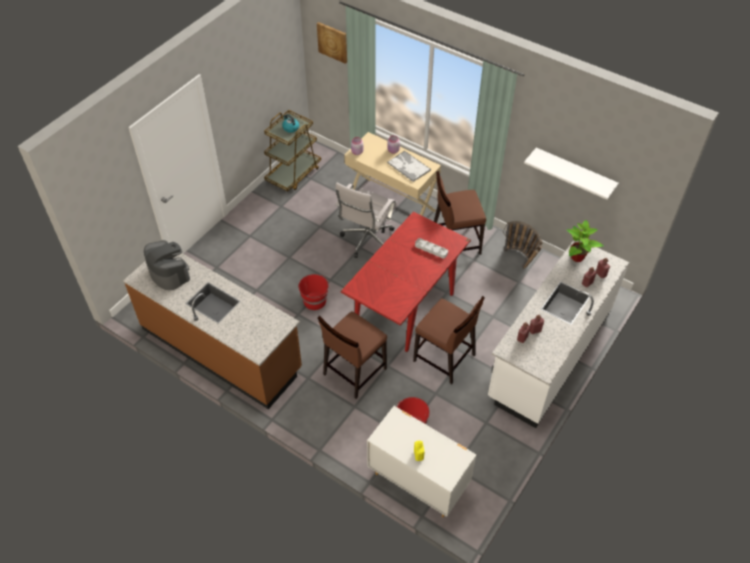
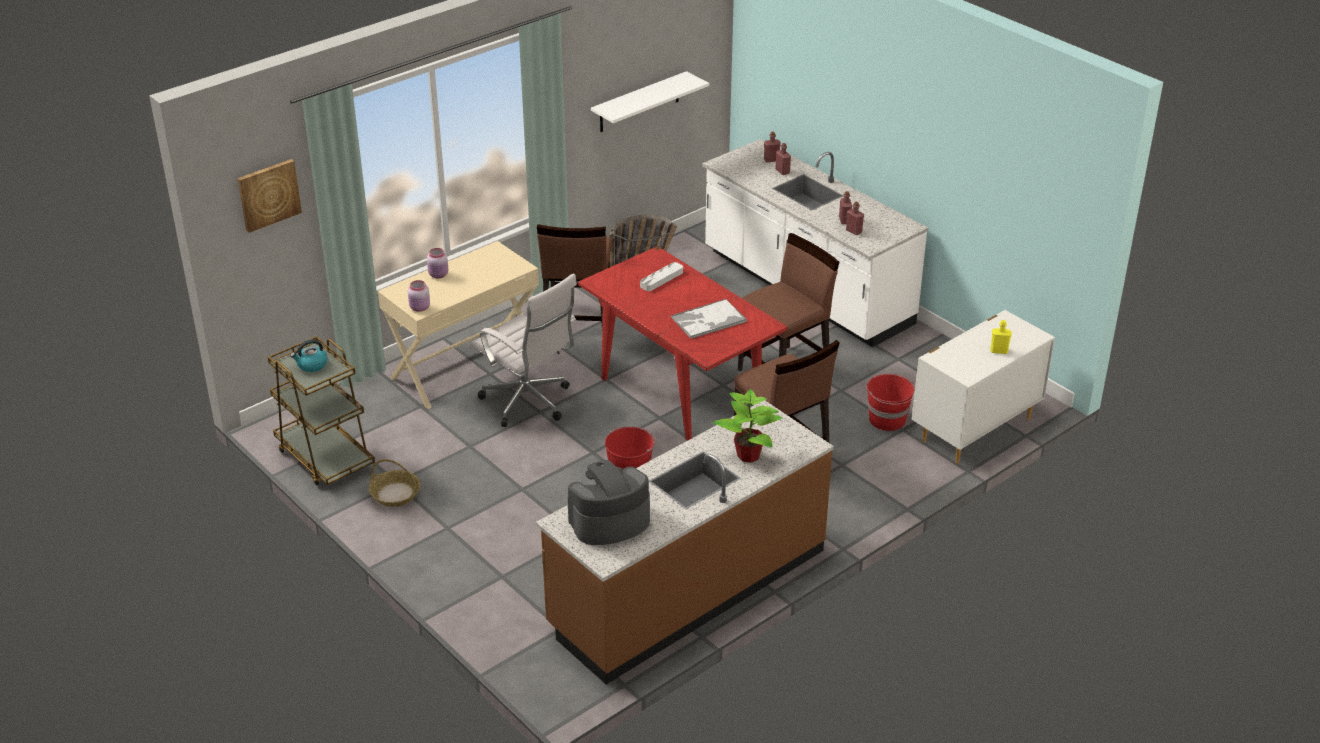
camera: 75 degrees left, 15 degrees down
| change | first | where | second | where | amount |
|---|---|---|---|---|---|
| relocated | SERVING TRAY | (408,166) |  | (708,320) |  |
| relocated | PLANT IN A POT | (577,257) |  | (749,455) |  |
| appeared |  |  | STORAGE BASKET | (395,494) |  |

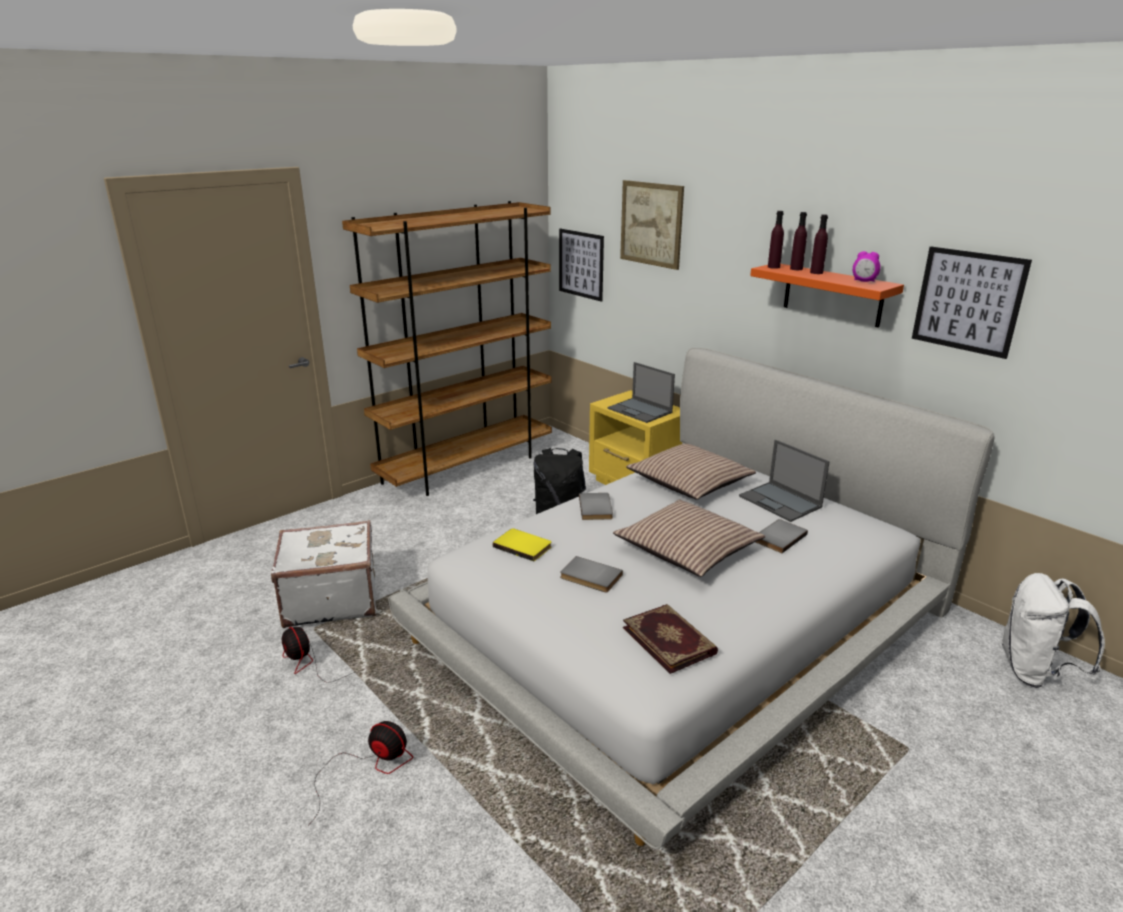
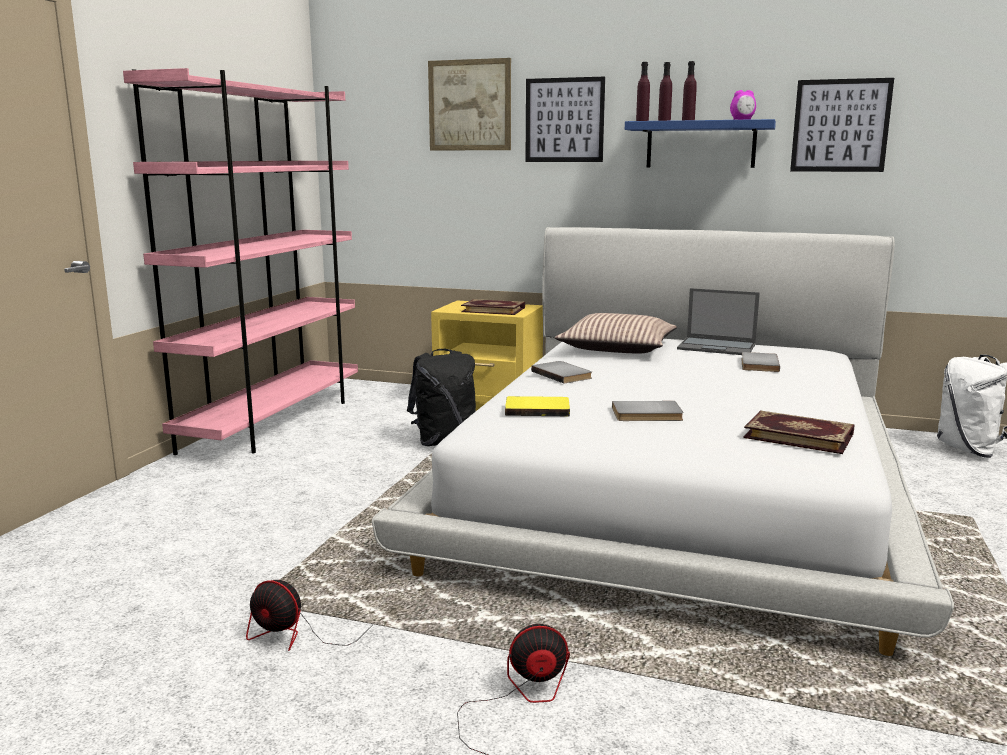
camera: 30 degrees left, 10 degrees down
| change | first | where | second | where | amount |
|---|---|---|---|---|---|
| colour | BROWN-COLOURED BOOKSHELF | (467,467) | PINK BOOKSHELF | (274,422) |  |
| relocated | WALL ART | (581,264) |  | (564,120) |  |
| colour | ORANGE-COLOURED WALL SHELF | (832,295) | BLUE-COLOURED WALL SHELF | (700,144) |  |
| exchanged | LAPTOP | (640,410) | BOOK | (493,309) |  |
| missing | CUSHION | (687,549) |  |  |  |
| missing | WHITE-COLOURED SUITCASE | (330,599) |  |  |  |

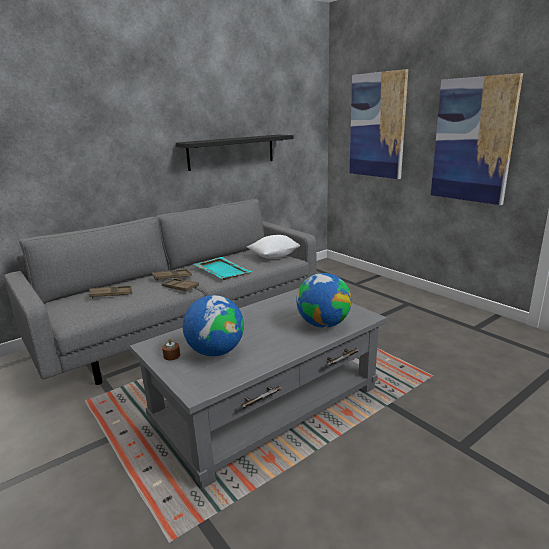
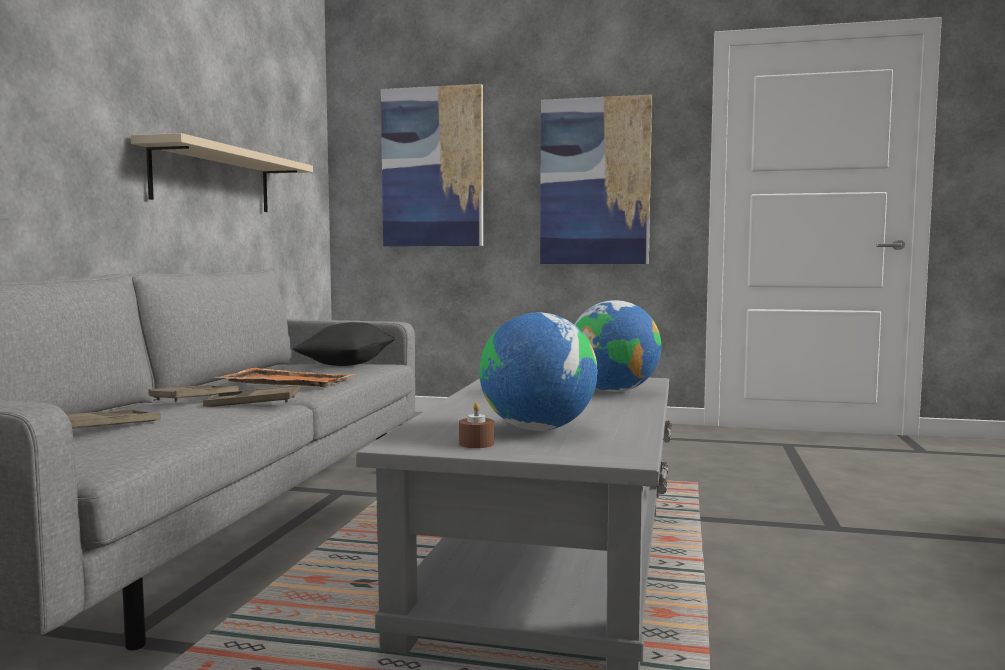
camera: 40 degrees left, 15 degrees down
| change | first | where | second | where | amount |
|---|---|---|---|---|---|
| colour | BLACK-COLOURED WALL SHELF | (231,152) | SAND-COLOURED WALL SHELF | (213,179) |  |
| colour | WHITE-COLOURED CUSHION | (274,256) | BLACK-COLOURED CUSHION | (346,364) |  |
| colour | TURQUOISE-COLOURED SERVING TRAY | (221,270) | ORANGE-COLOURED SERVING TRAY | (286,381) |  |

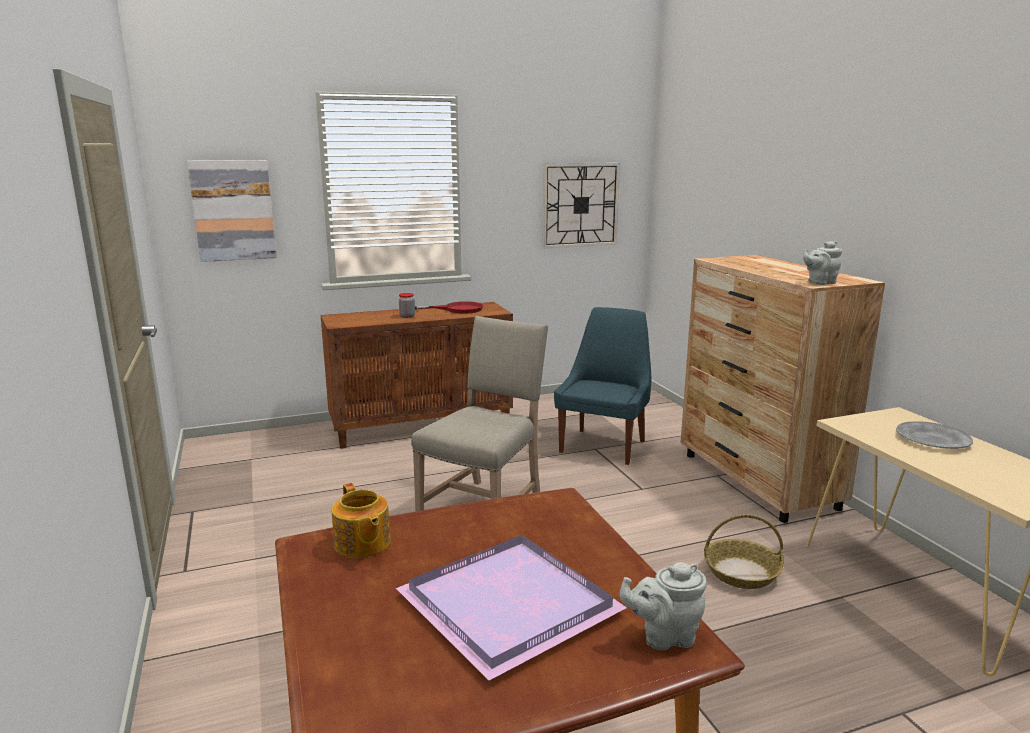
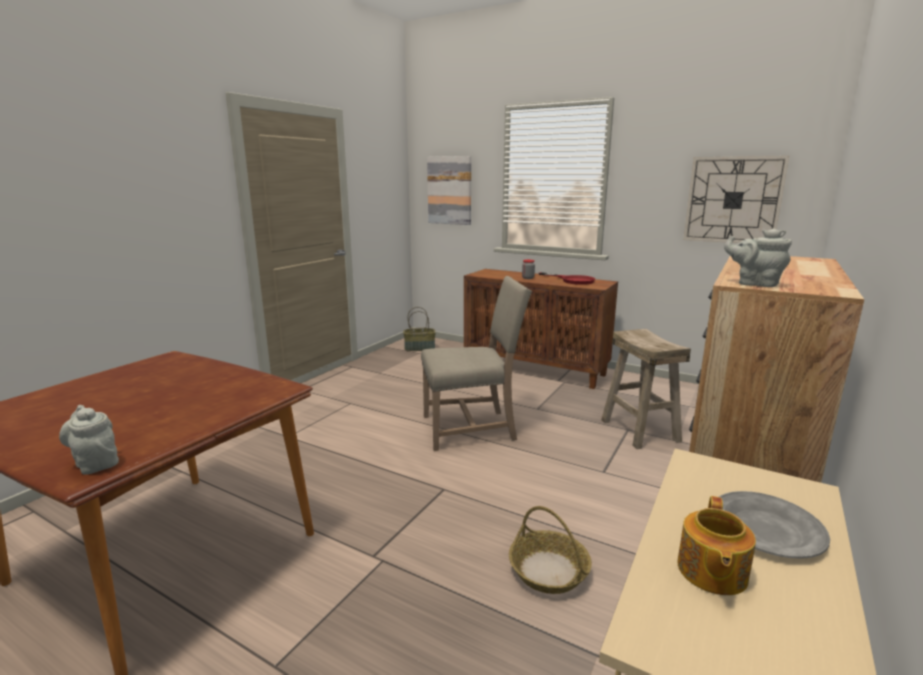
camera: 50 degrees right, 0 degrees up
| change | first | where | second | where | amount |
|---|---|---|---|---|---|
| exchanged | BLUE-COLOURED UPRIGHT CHAIR | (604,445) | SAND-COLOURED STOOL | (640,430) |  |
| relocated | POT FOR TEA | (362,544) |  | (710,572) |  |
| missing | PURPLE SERVING TRAY | (509,602) |  |  |  |
| appeared |  |  | STORAGE BASKET | (420,348) |  |

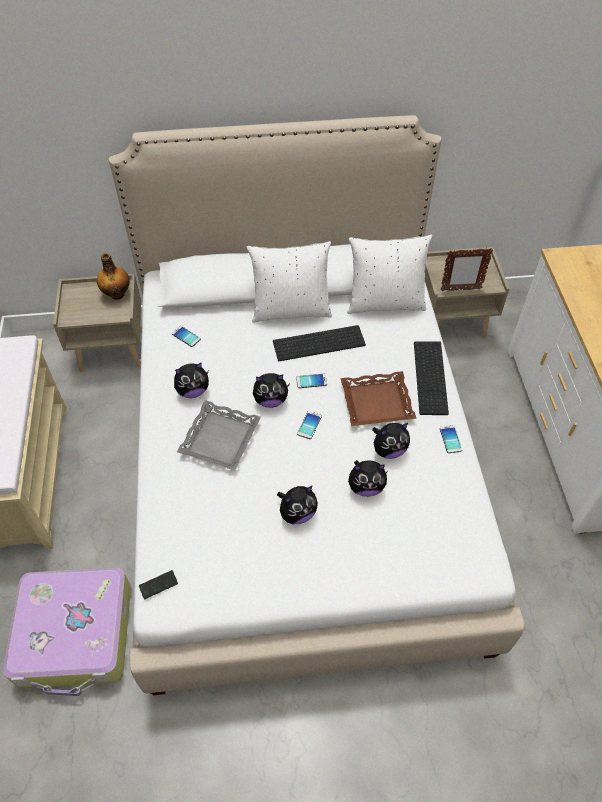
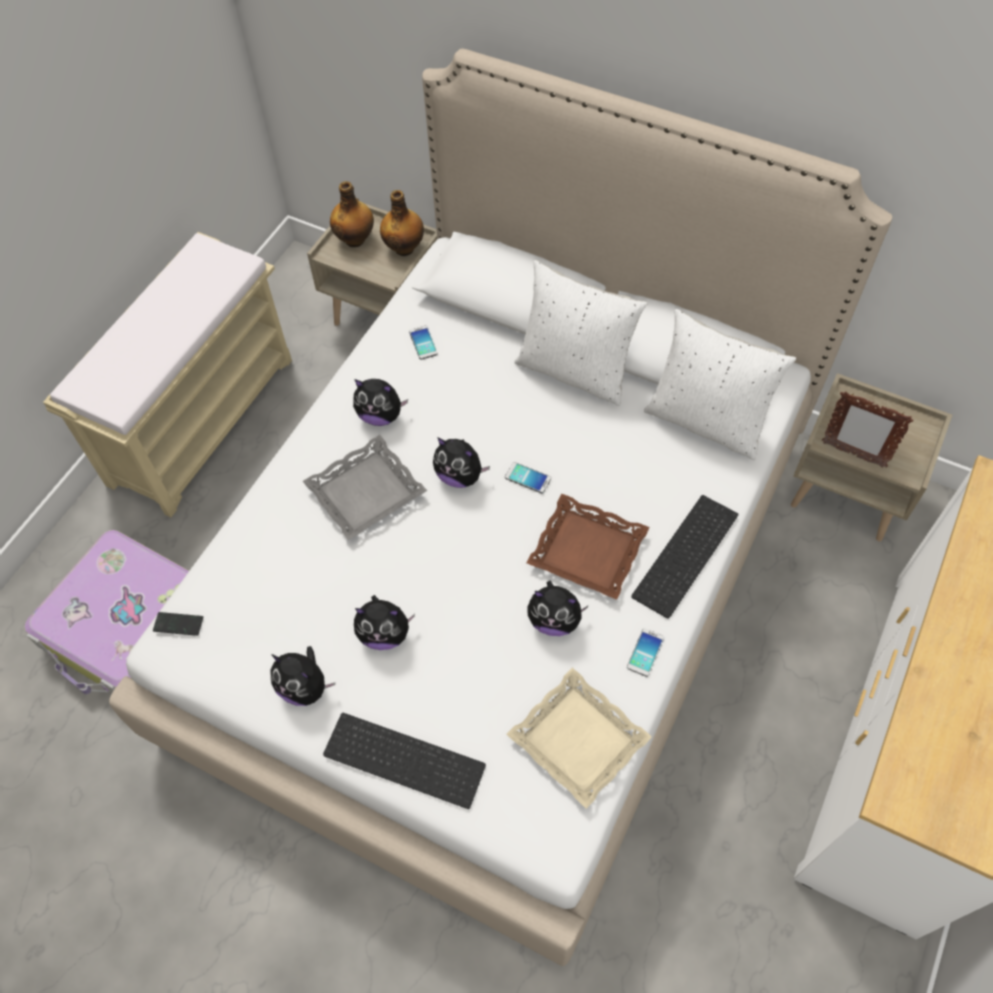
camera: 35 degrees right, 5 degrees up
| change | first | where | second | where | amount |
|---|---|---|---|---|---|
| relocated | COMPUTER KEYBOARD | (319,342) |  | (407,757) |  |
| missing | PHONE | (309,425) |  |  |  |
| relocated | CUDDLY TOY | (366,487) |  | (305,687) |  |
| appeared |  |  | DRINK BOTTLE | (355,239) |  |
| appeared |  |  | SAND-COLOURED SERVING TRAY | (579,739) |  |

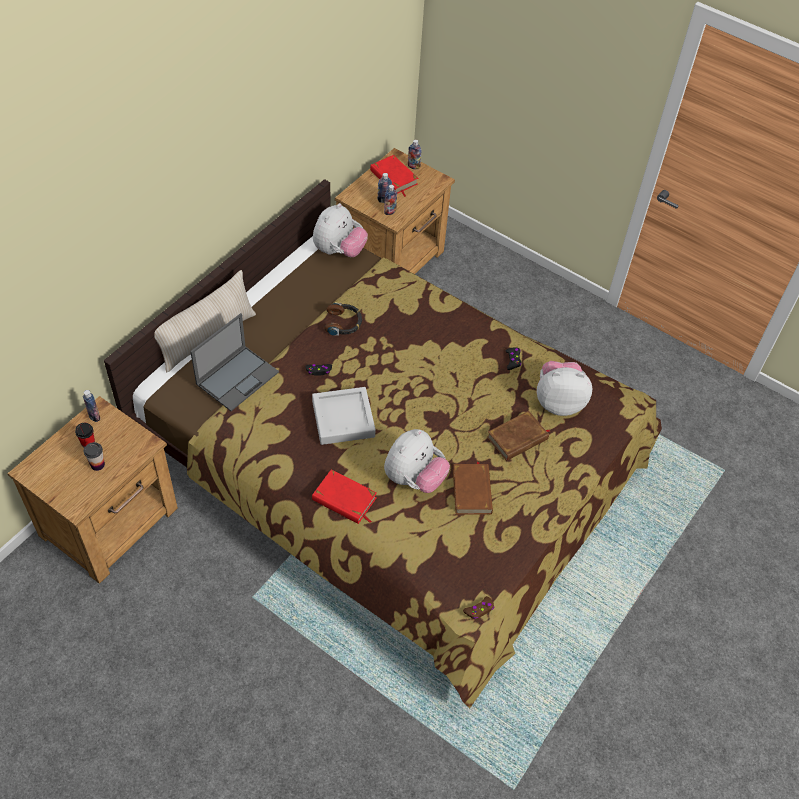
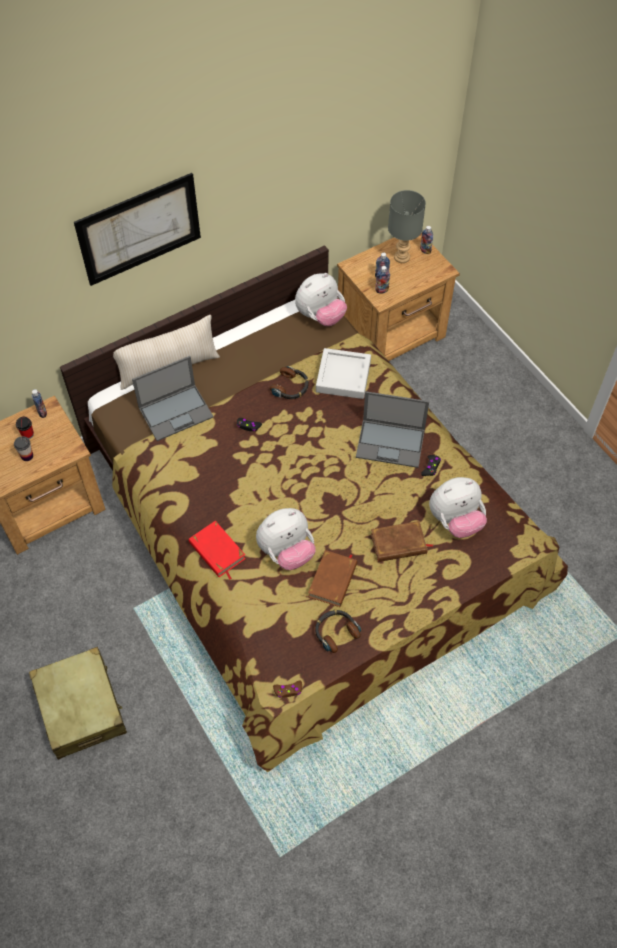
camera: 25 degrees right, 5 degrees up
| change | first | where | second | where | amount |
|---|---|---|---|---|---|
| exchanged | RED-COLOURED BOOK | (393,178) | GREYISH TABLETOP LAMP | (401,257) |  |
| spun | CUDDLY TOY | (558,401) |  | (455,520) | 135 degrees clockwise |
| relocated | GREYISH SERVING TRAY | (343,419) |  | (343,377) |  |
| appeared |  |  | WALL ART | (139,229) |  |
| appeared |  |  | LAPTOP | (391,443) |  |
| appeared |  |  | HEADSET | (335,632) |  |
| appeared |  |  | SAND-COLOURED SUITCASE | (81,708) |  |

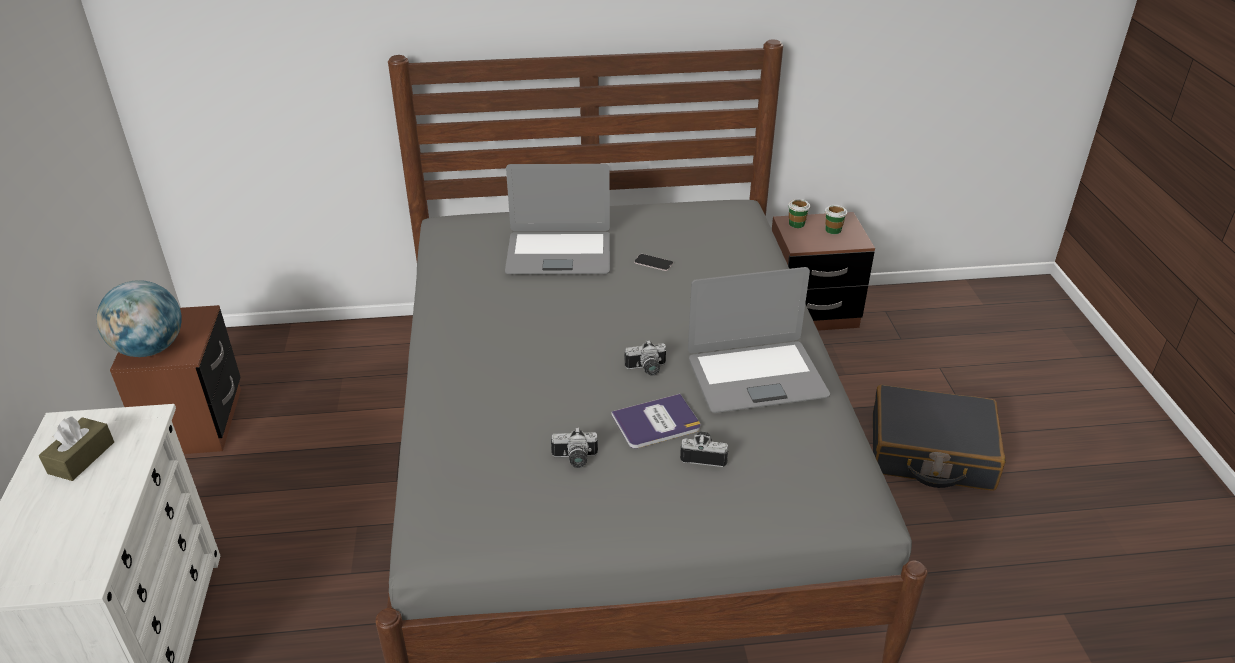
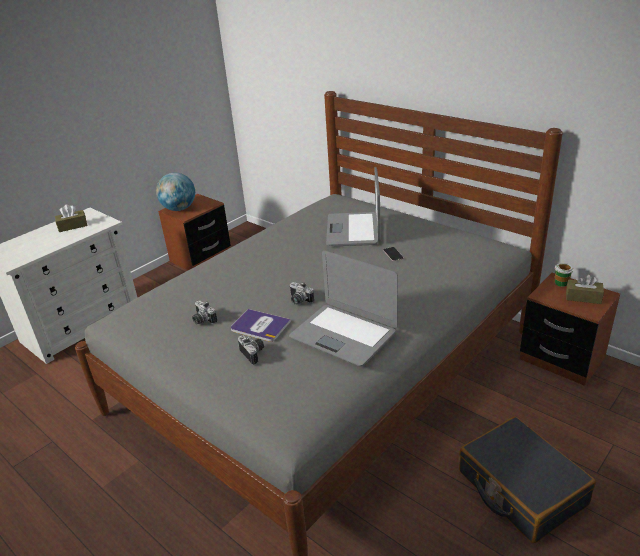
camera: 50 degrees right, 5 degrees down
| change | first | where | second | where | amount |
|---|---|---|---|---|---|
| spun | LAPTOP | (559,254) |  | (354,230) | 45 degrees clockwise |
| exchanged | SMALL CUP | (833,230) | BROWN-COLOURED TISSUE HOLDER | (583,297) |  |

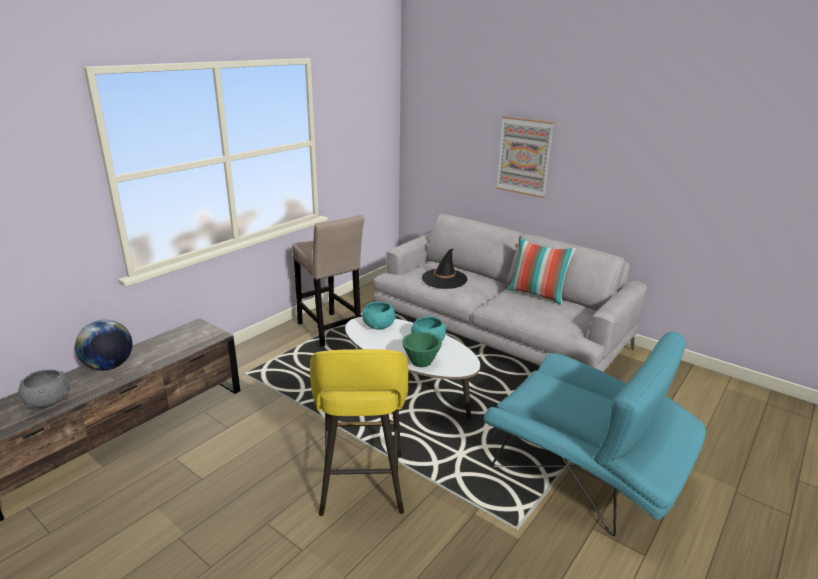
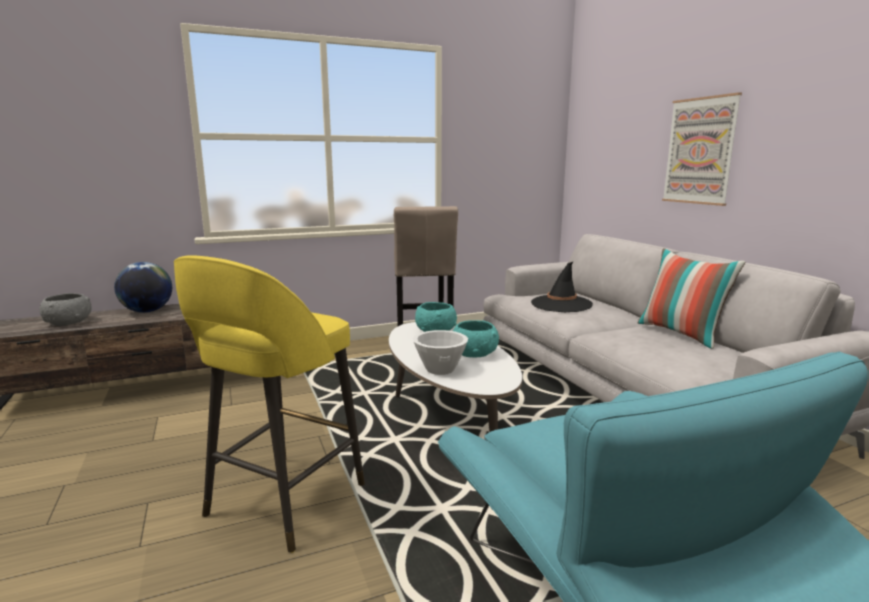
camera: 30 degrees right, 10 degrees down
| change | first | where | second | where | amount |
|---|---|---|---|---|---|
| colour | GREEN-COLOURED DEEP DISH | (421,362) | WHITE-COLOURED DEEP DISH | (439,369) |  |

